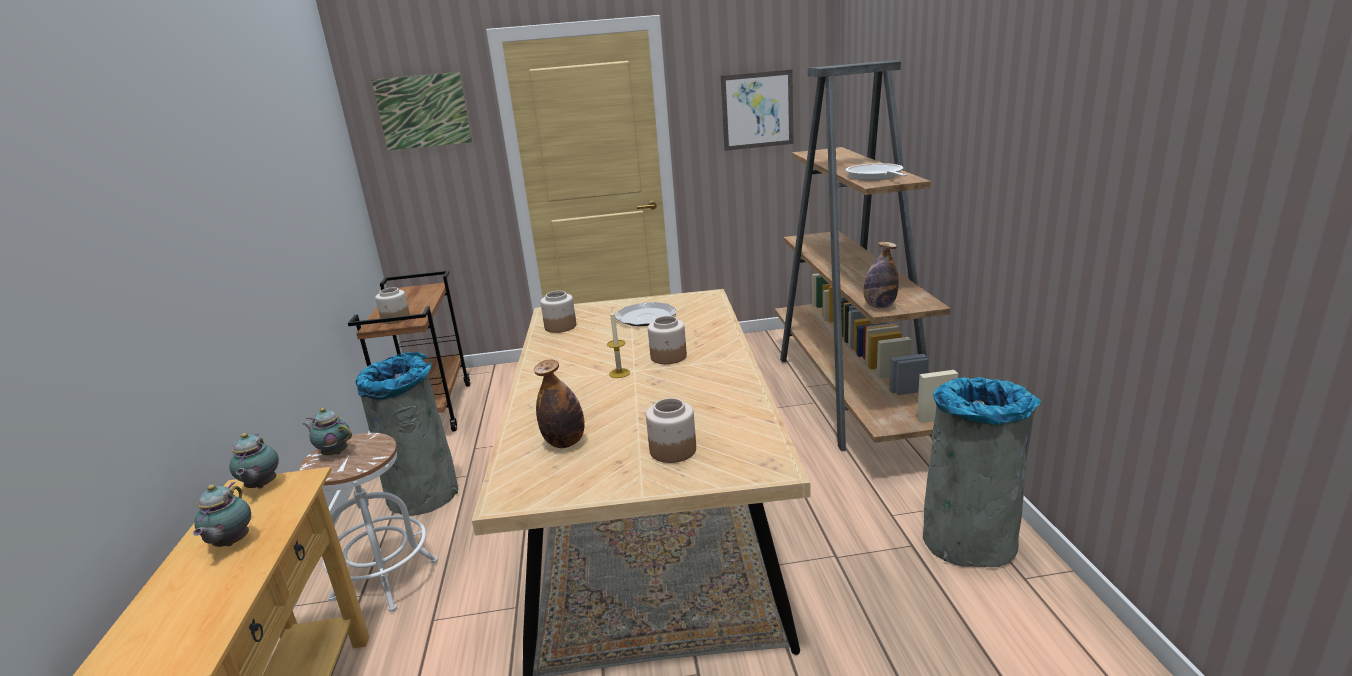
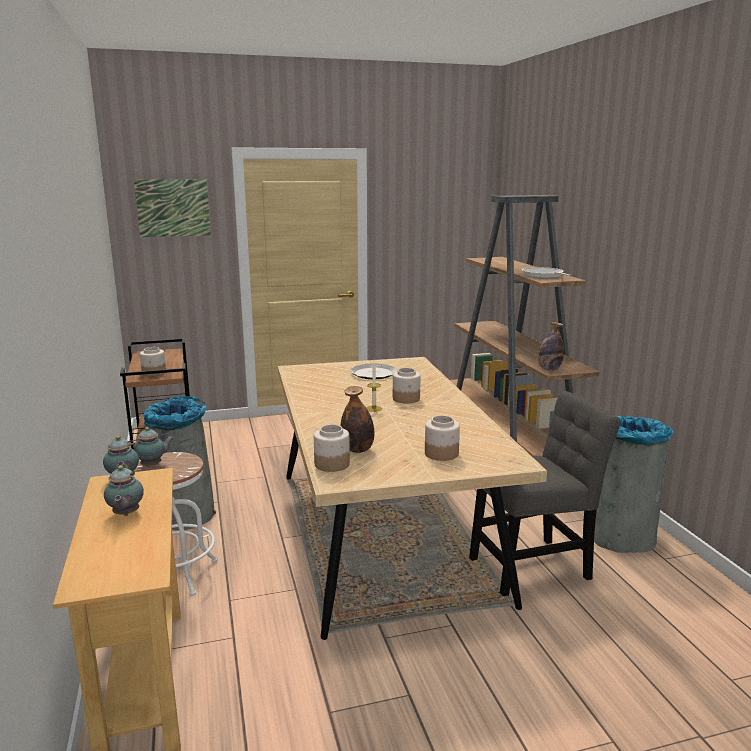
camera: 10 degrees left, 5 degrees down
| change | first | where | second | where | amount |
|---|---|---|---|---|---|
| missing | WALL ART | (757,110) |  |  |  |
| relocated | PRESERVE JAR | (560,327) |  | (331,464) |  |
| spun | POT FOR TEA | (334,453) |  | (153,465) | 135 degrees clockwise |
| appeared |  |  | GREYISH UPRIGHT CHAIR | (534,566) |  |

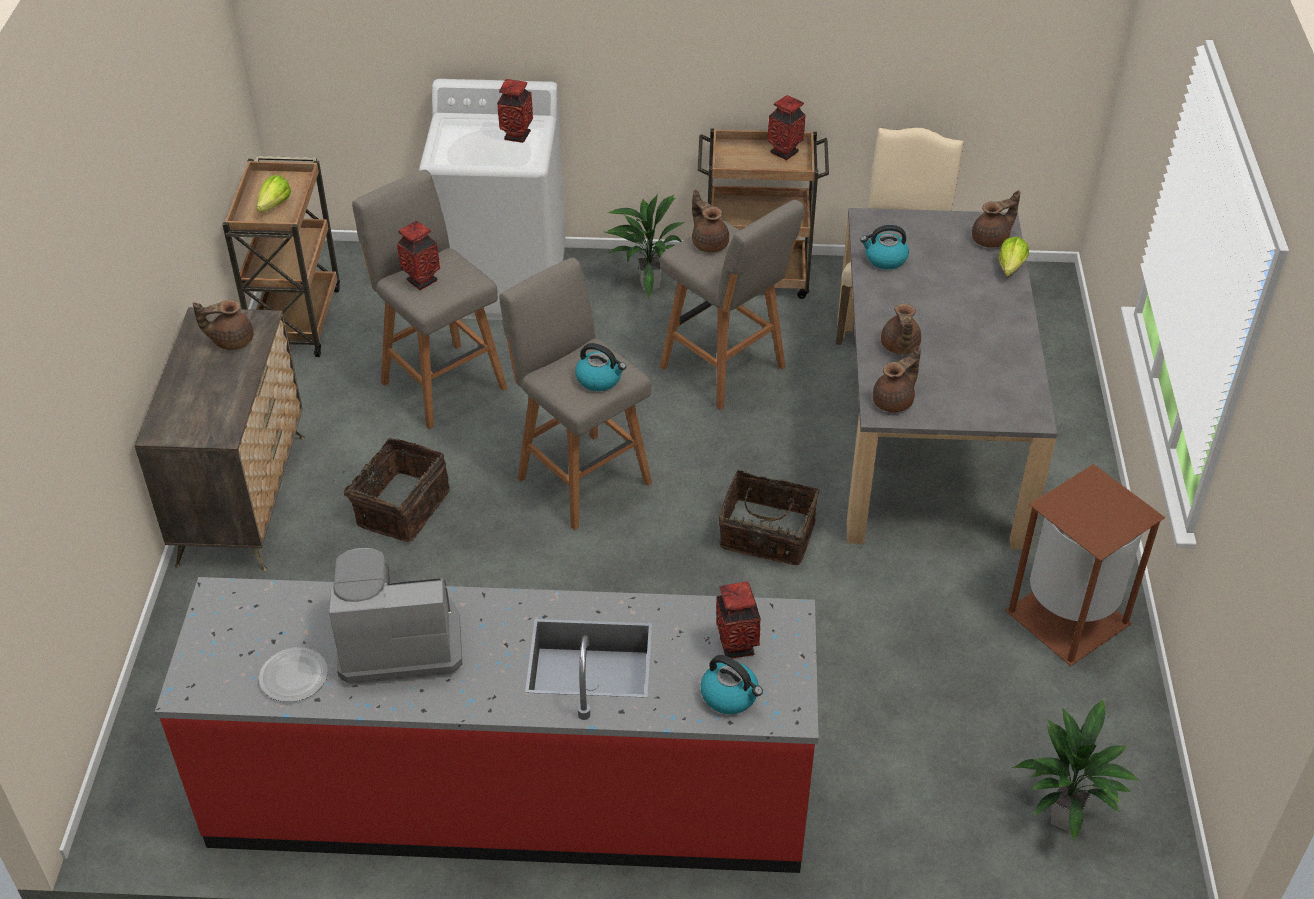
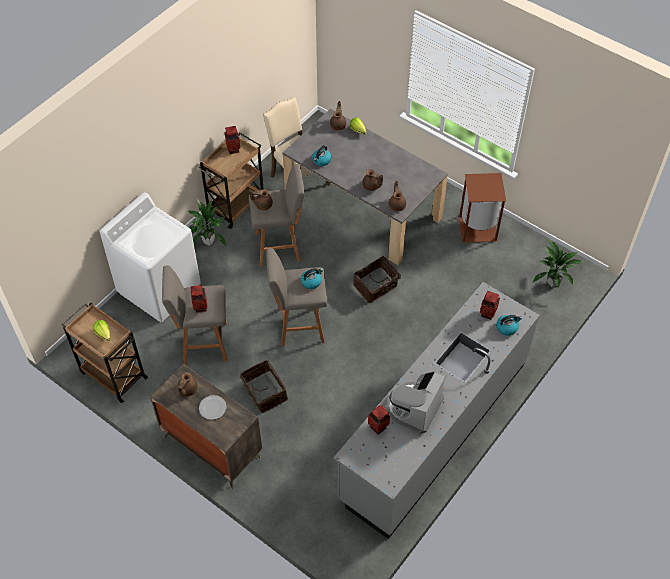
camera: 55 degrees left, 10 degrees up
| change | first | where | second | where | amount |
|---|---|---|---|---|---|
| relocated | FLOWER VASE | (517,136) |  | (378,427) |  |
| colour | RED-COLOURED KITCHEN COUNTER | (510,793) | GREYISH KITCHEN COUNTER | (433,430) |  |
| relocated | FLAT DISH | (295,676) |  | (213,407) |  |

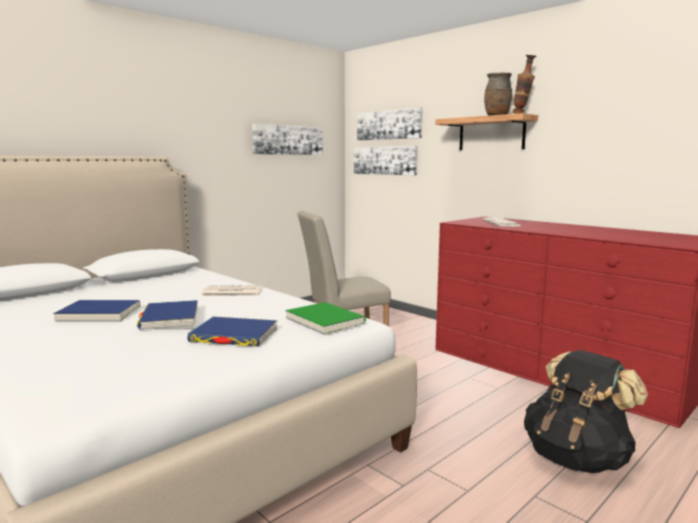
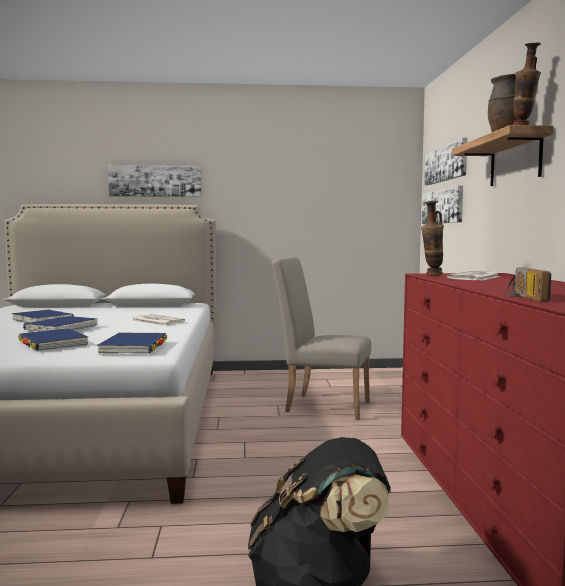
camera: 40 degrees right, 5 degrees down
| change | first | where | second | where | amount |
|---|---|---|---|---|---|
| relocated | WALL ART | (288,140) |  | (155,181) |  |
| colour | GREEN-COLOURED BOOK | (325,321) | BLUE-COLOURED BOOK | (134,347) |  |
| appeared |  |  | FLOWER VASE | (431,275) |  |
| appeared |  |  | RADIO RECEIVER | (523,297) |  |

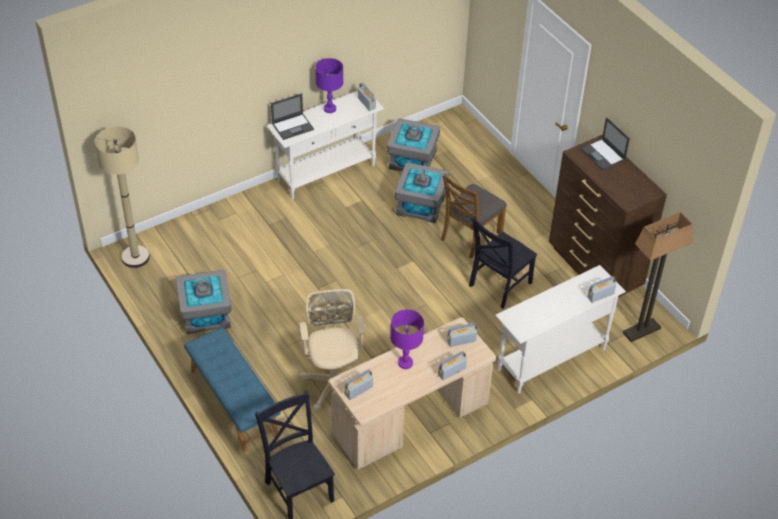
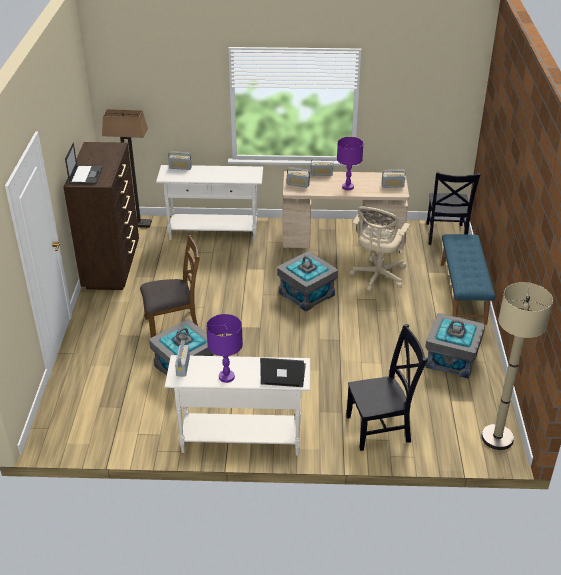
camera: 145 degrees left, 10 degrees down
| change | first | where | second | where | amount |
|---|---|---|---|---|---|
| relocated | GREYISH STORAGE BOX | (412,160) |  | (307,294) |  |
| relocated | BLACK-COLOURED UPRIGHT CHAIR | (498,285) |  | (381,428) |  |

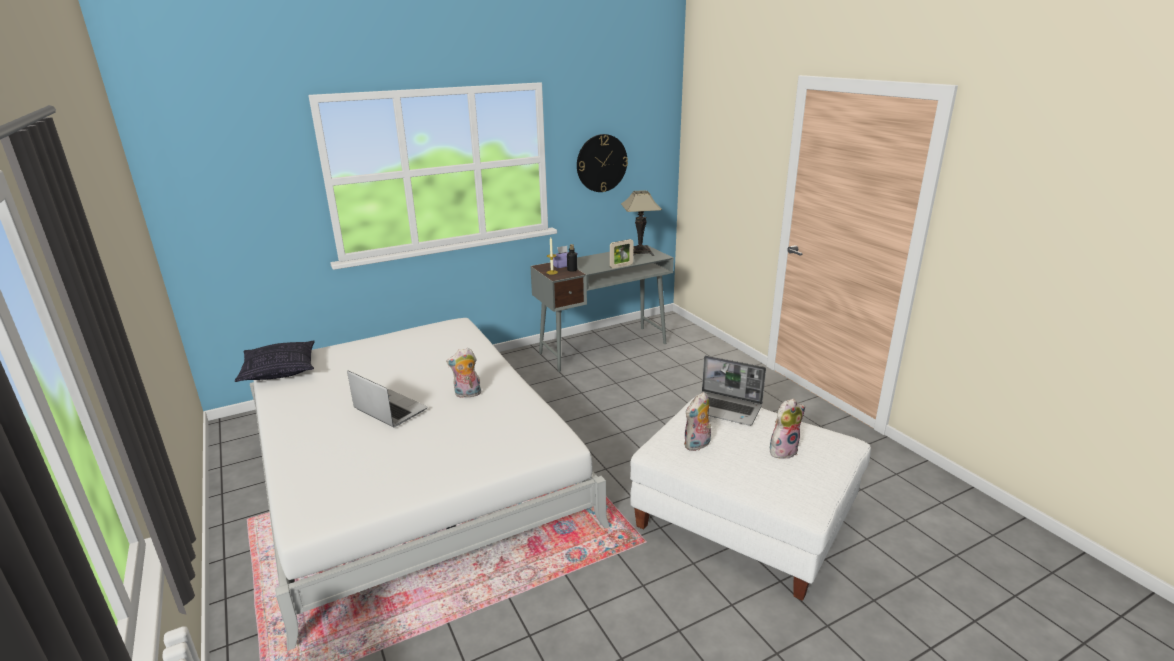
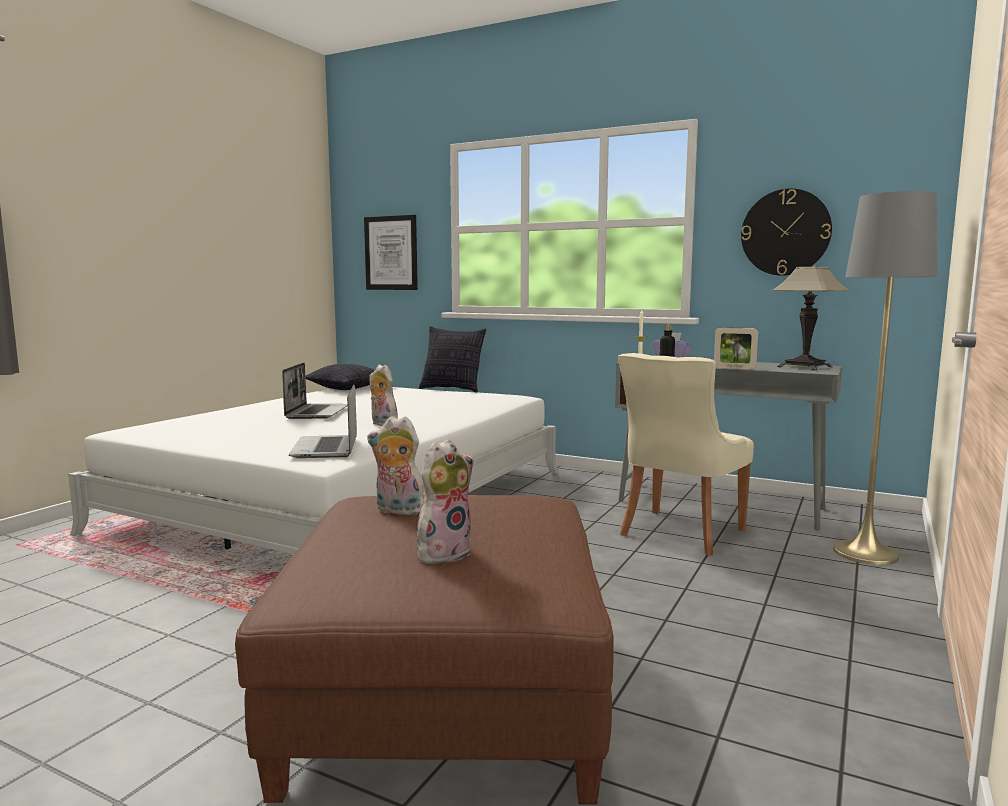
camera: 55 degrees right, 15 degrees down
| change | first | where | second | where | amount |
|---|---|---|---|---|---|
| relocated | LAPTOP | (726,409) |  | (326,449) |  |
| colour | WHITE-COLOURED FOOTREST | (745,518) | BROWN-COLOURED FOOTREST | (446,694) |  |
| spun | CUDDLY TOY | (783,450) |  | (443,553) | 75 degrees counterclockwise |
| appeared |  |  | GREYISH STANDING LAMP | (865,553) |  |
| appeared |  |  | WALL ART | (391,253) |  |
| appeared |  |  | CUSHION | (452,389) |  |
| appeared |  |  | SAND-COLOURED UPRIGHT CHAIR | (679,533) |  |

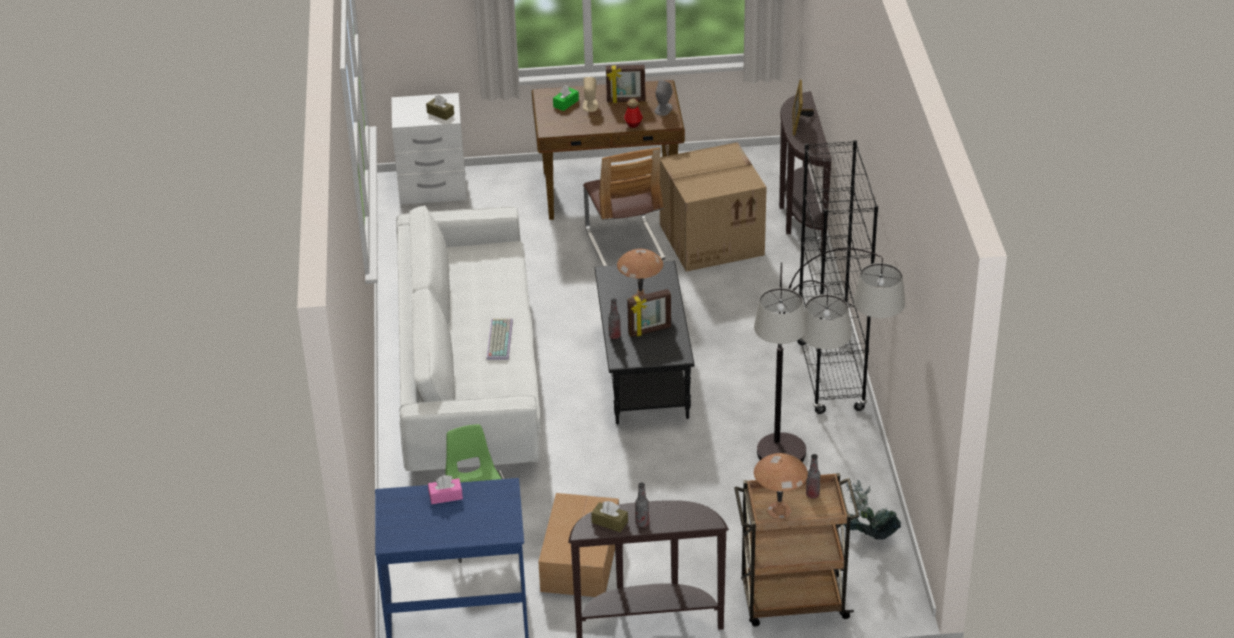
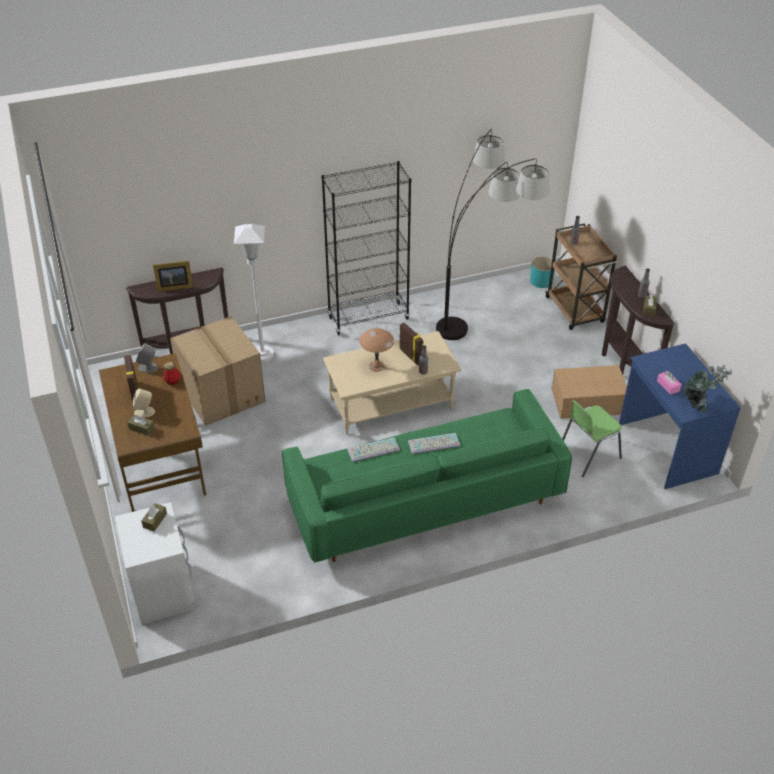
camera: 105 degrees left, 5 degrees up
| change | first | where | second | where | amount |
|---|---|---|---|---|---|
| colour | GREEN-COLOURED TISSUE HOLDER | (566,103) | BROWN-COLOURED TISSUE HOLDER | (142,428) |  |
| missing | UPRIGHT CHAIR | (625,245) |  |  |  |
| colour | WHITE-COLOURED SETTEE | (469,374) | GREEN-COLOURED SETTEE | (424,499) |  |
| colour | BLACK-COLOURED LOW TABLE | (643,372) | SAND-COLOURED LOW TABLE | (391,404) |  |
| missing | BROWN-COLOURED TABLETOP LAMP | (779,510) |  |  |  |
| relocated | PLANT IN A POT | (867,539) |  | (699,406) |  |
| appeared |  |  | WHITE-COLOURED STANDING LAMP | (262,355) |  |
| appeared |  |  | TURQUOISE-COLOURED PLANTER | (541,281) |  |
| appeared |  |  | COMPUTER KEYBOARD | (373,451) |  |

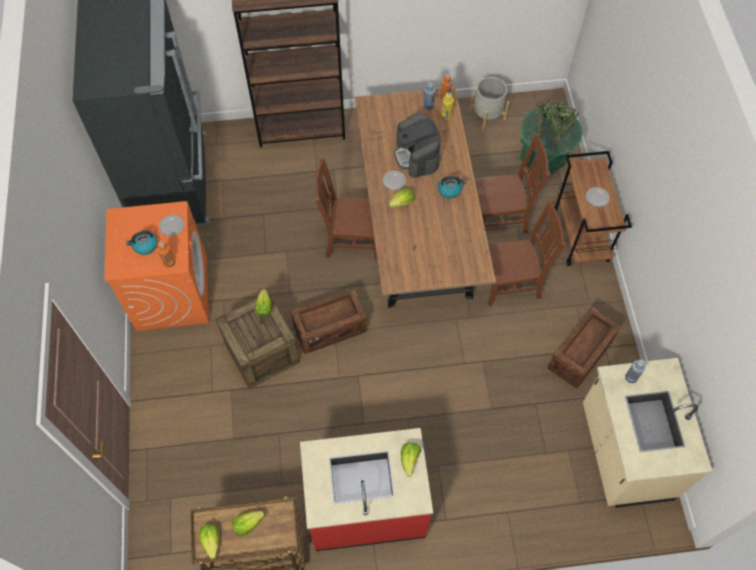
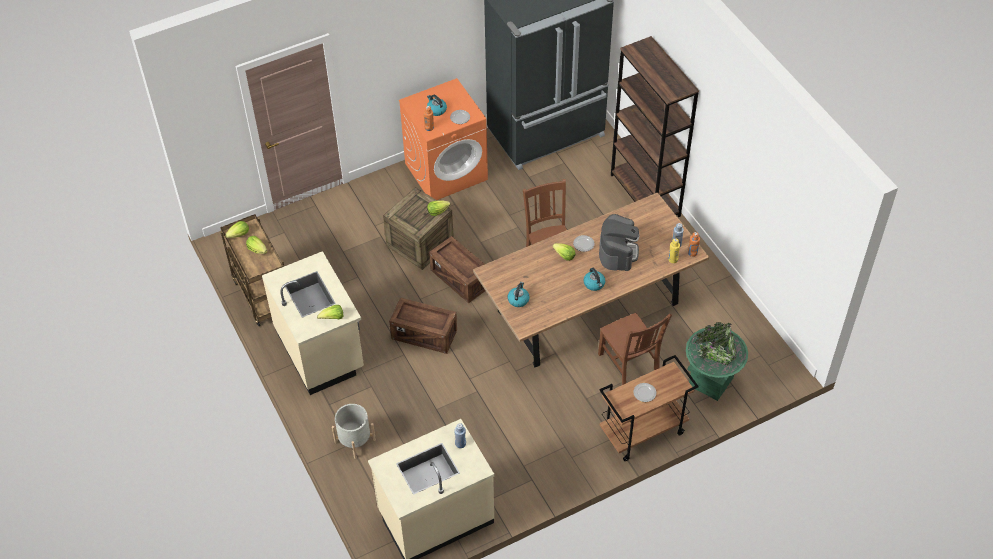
camera: 70 degrees right, 10 degrees down
| change | first | where | second | where | amount |
|---|---|---|---|---|---|
| relocated | GREYISH PLANTER | (487,115) |  | (355,441) |  |
| spun | COFFEE MACHINE | (417,156) |  | (618,252) | 135 degrees clockwise |
| missing | BROWN-COLOURED UPRIGHT CHAIR | (512,282) |  |  |  |
| relocated | CRATE | (580,355) |  | (424,335) |  |
| colour | RED-COLOURED KITCHEN COUNTER | (366,506) | SAND-COLOURED KITCHEN COUNTER | (321,350) |  |
| appeared |  |  | WATER KETTLE | (518,299) |  |

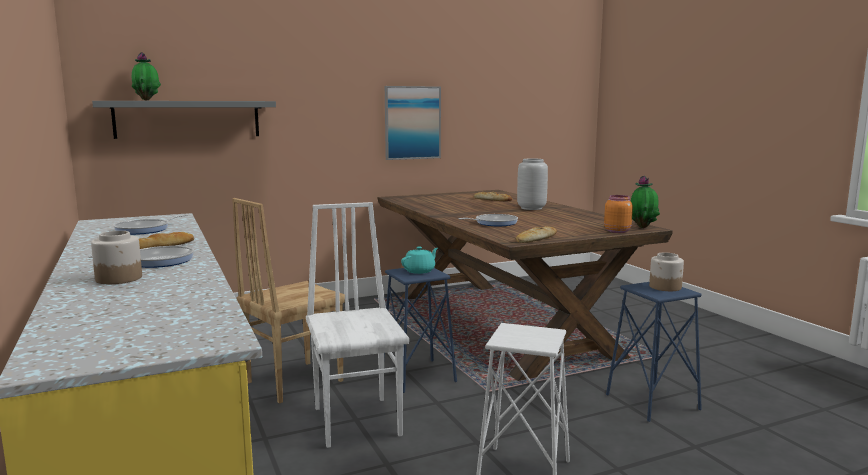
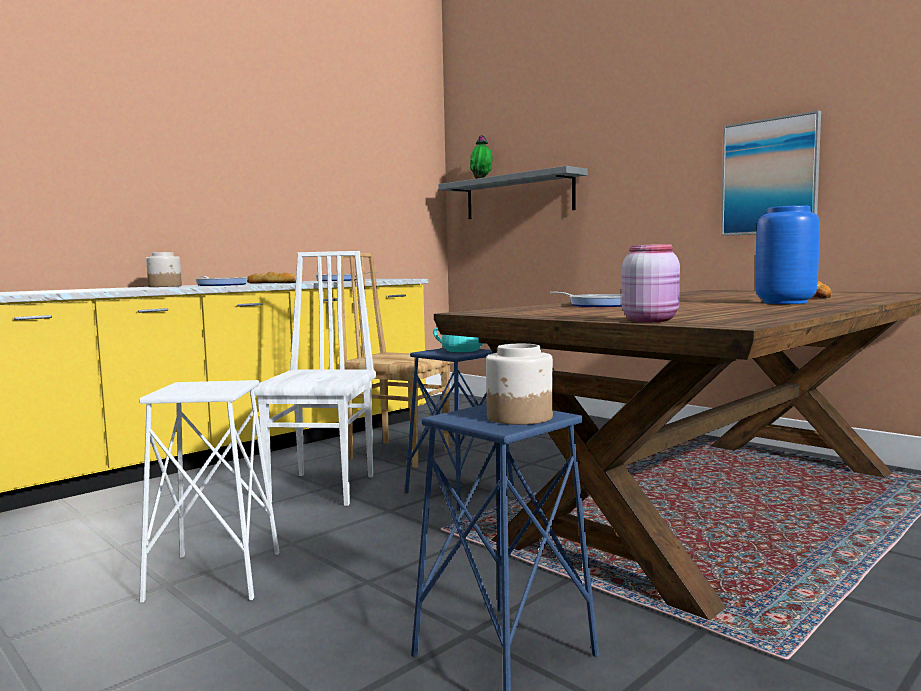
camera: 70 degrees right, 5 degrees down
| change | first | where | second | where | amount |
|---|---|---|---|---|---|
| colour | GREYISH FLOWER VASE | (531,208) | BLUE-COLOURED FLOWER VASE | (784,302) |  |
| missing | PLANT IN A POT | (643,227) |  |  |  |
| colour | ORANGE-COLOURED PRESERVE JAR | (616,231) | PINK PRESERVE JAR | (651,320) |  |
| spun | WHITE-COLOURED UPRIGHT CHAIR | (358,420) |  | (325,488) | 45 degrees counterclockwise |
| missing | BREAD | (536,239) |  |  |  |

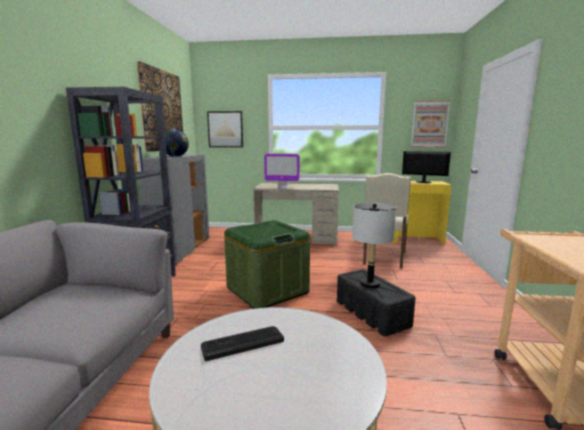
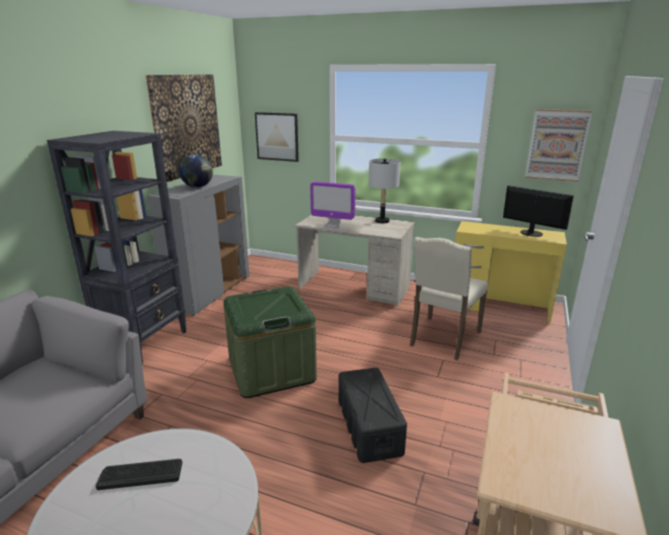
camera: 15 degrees right, 10 degrees up
| change | first | where | second | where | amount |
|---|---|---|---|---|---|
| relocated | GREYISH TABLETOP LAMP | (370,284) |  | (382,221) |  |

